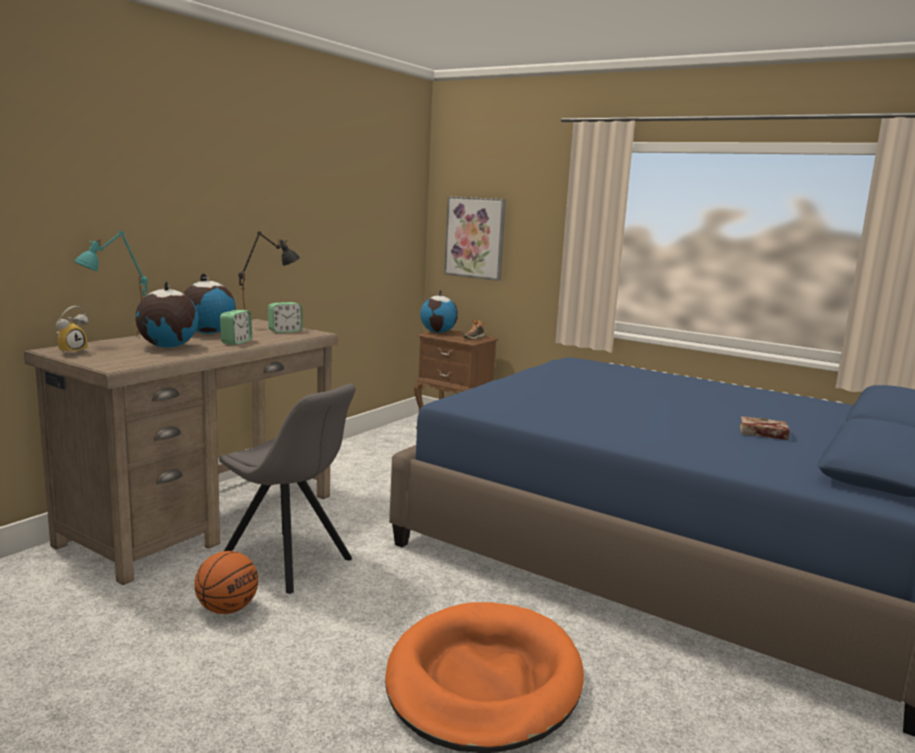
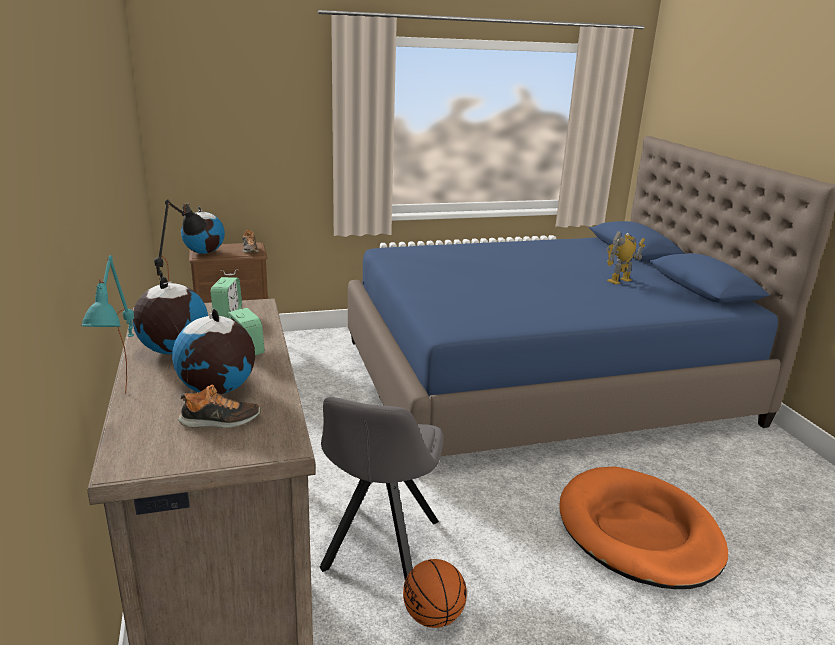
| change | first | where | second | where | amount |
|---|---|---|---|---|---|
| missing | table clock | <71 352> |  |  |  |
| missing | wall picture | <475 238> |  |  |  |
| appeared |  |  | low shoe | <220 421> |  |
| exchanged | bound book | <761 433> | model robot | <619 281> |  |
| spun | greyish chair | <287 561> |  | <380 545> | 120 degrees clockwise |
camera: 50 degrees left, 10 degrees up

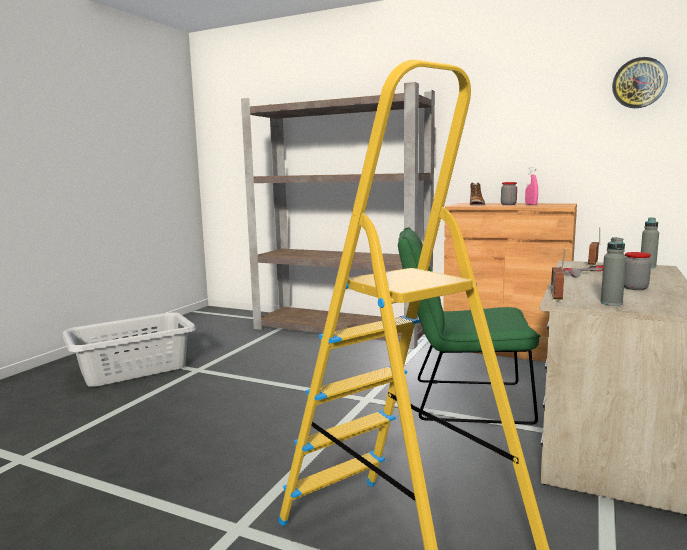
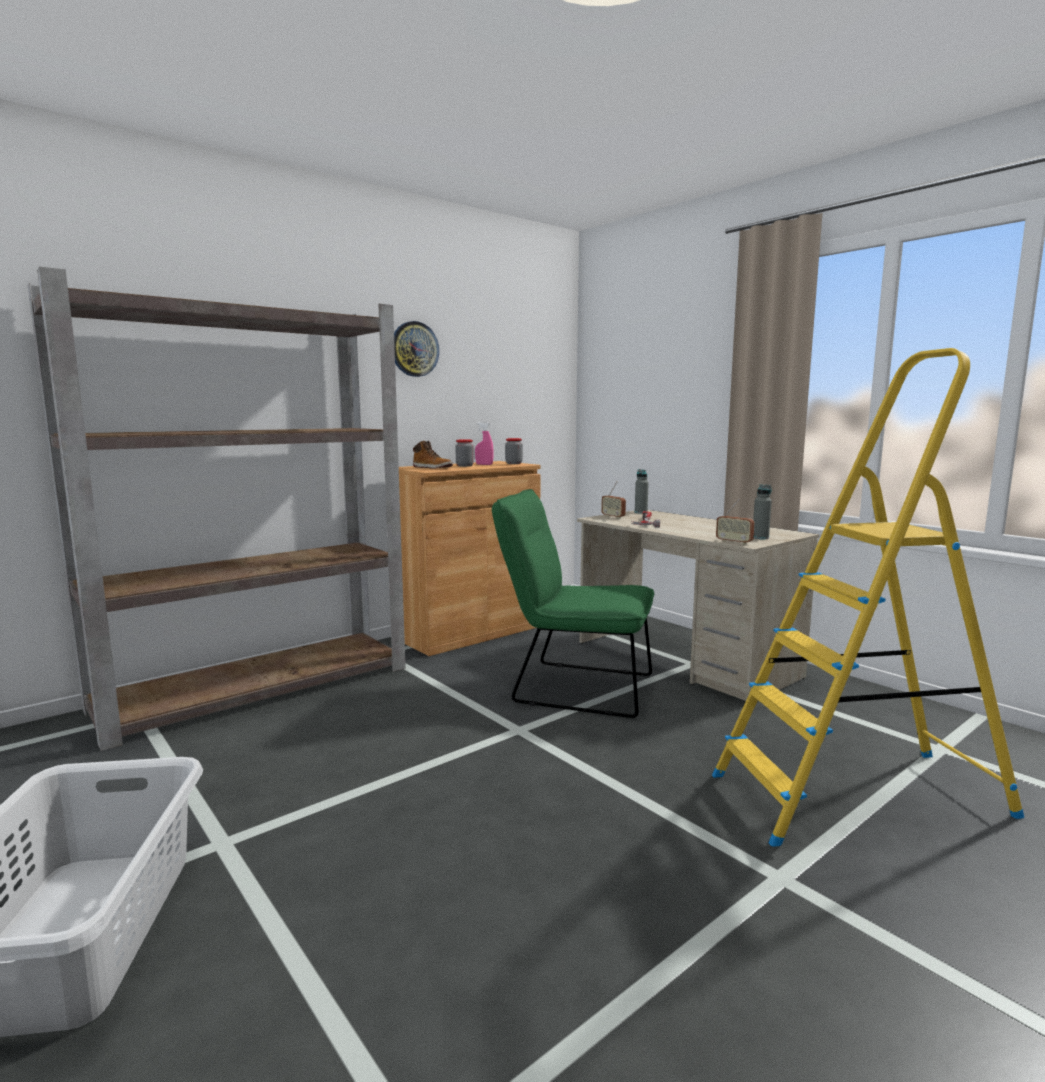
| change | first | where | second | where | amount |
|---|---|---|---|---|---|
| relocated | hanging clock | <639 83> |  | <414 349> |  |
| relocated | preserve jar | <634 288> |  | <514 463> |  |
| spun | green chair | <461 401> |  | <573 687> | 75 degrees clockwise |
camera: 65 degrees left, 0 degrees up

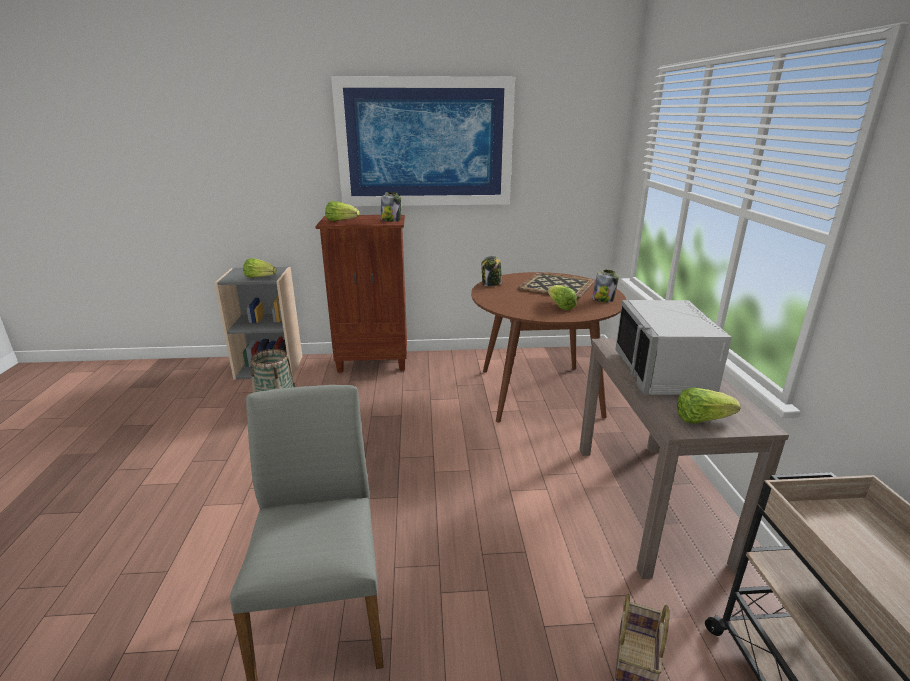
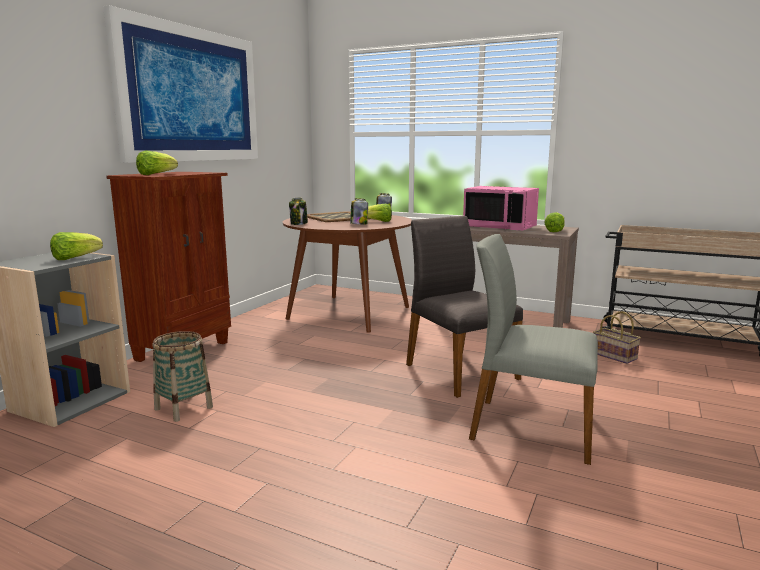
| change | first | where | second | where | amount |
|---|---|---|---|---|---|
| appeared |  |  | greyish chair | <459 371> |  |
| relocated | preserve jar | <391 220> |  | <358 224> |  |
| colour | greyish microwave | <664 373> | pink microwave | <500 227> |  |
camera: 60 degrees left, 10 degrees down

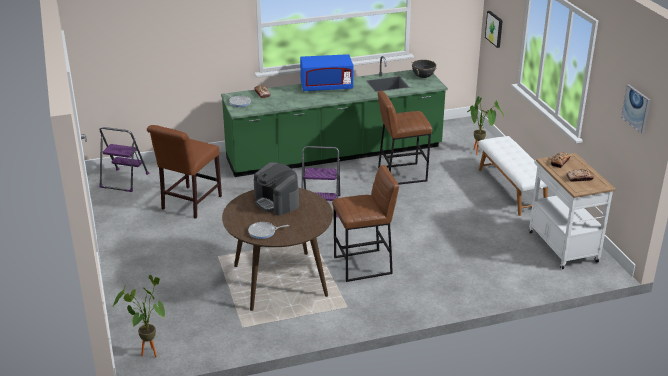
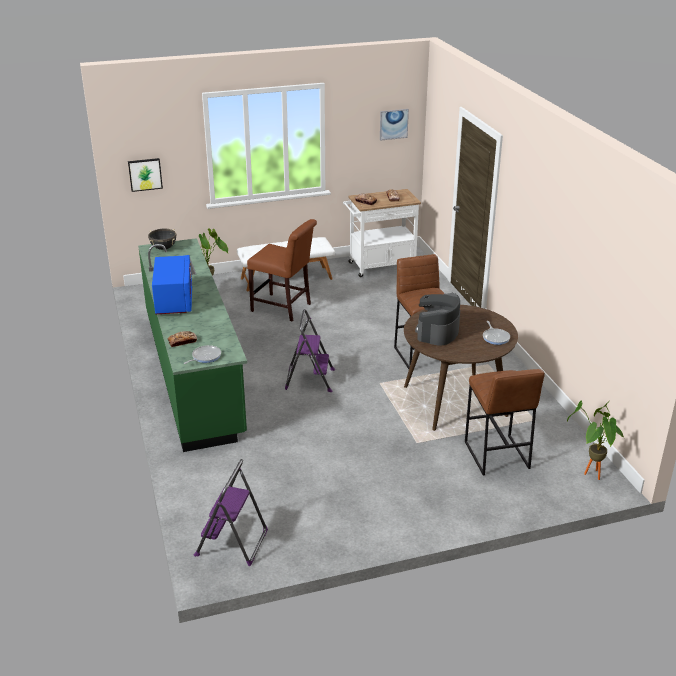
| change | first | where | second | where | amount |
|---|---|---|---|---|---|
| relocated | brownish chair | <189 204> |  | <284 308> |  |
| relocated | brownish stool | <401 174> |  | <497 455> |  |
| spun | coffee brewer | <277 202> |  | <437 332> | 150 degrees clockwise |
camera: 90 degrees left, 0 degrees up

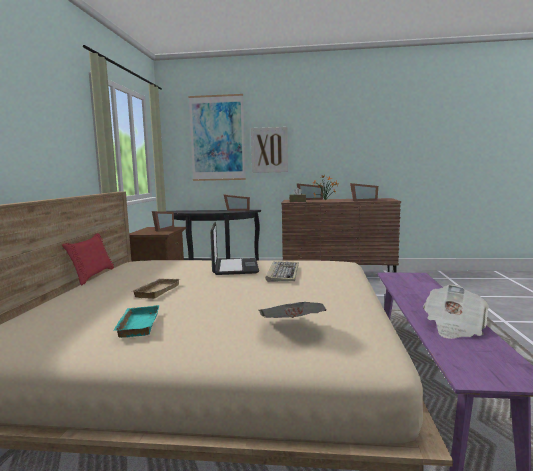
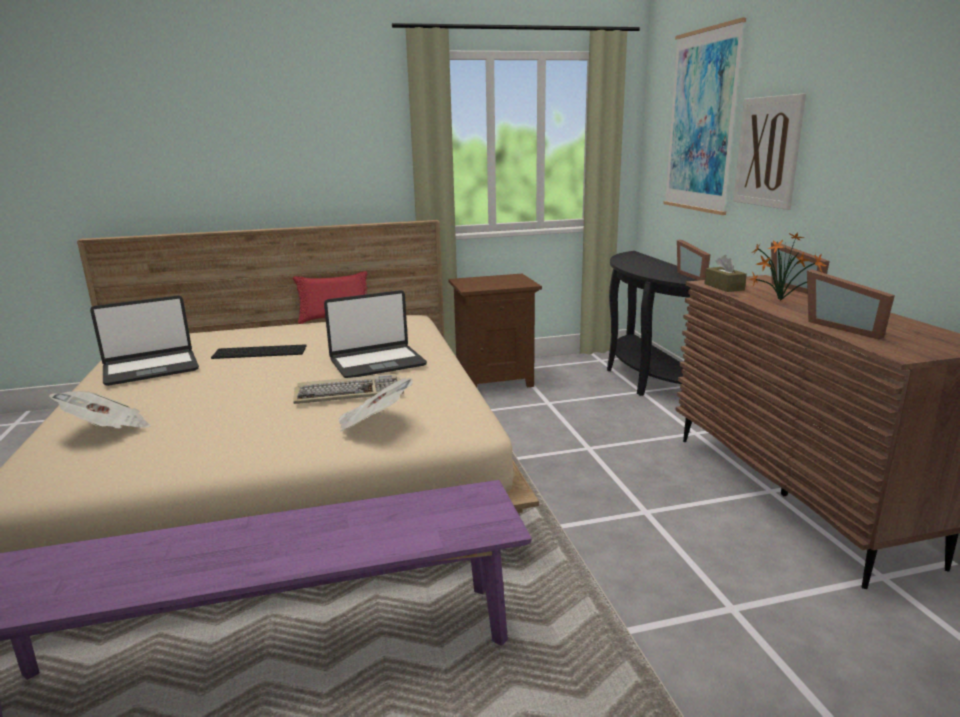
| change | first | where | second | where | amount |
|---|---|---|---|---|---|
| missing | standing frame | <161 229> |  |  |  |
| relocated | printed paper | <454 327> |  | <374 423> |  |
| exchanged | turquoise tray | <137 325> | portable computer | <151 369> |  |
| exchanged | beige-coloured tray | <156 291> | keyboard | <261 351> |  |
camera: 70 degrees right, 10 degrees up

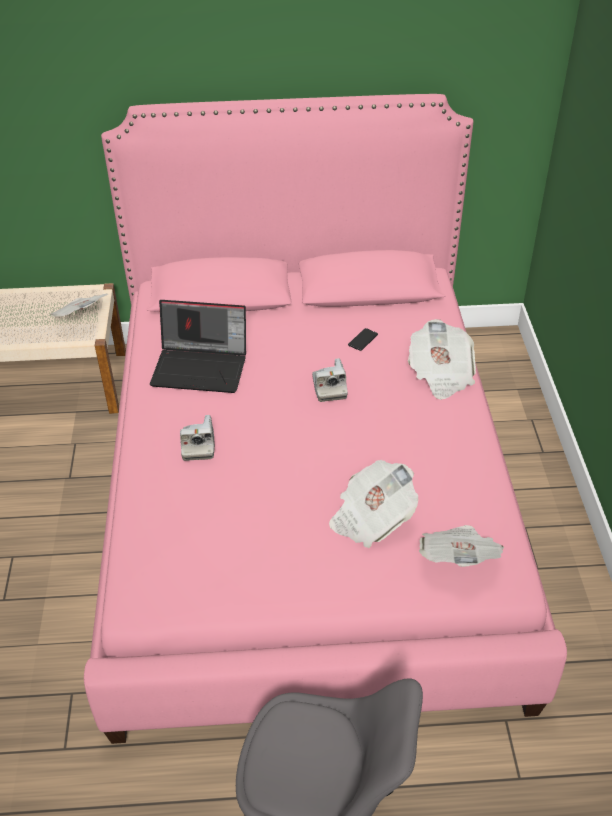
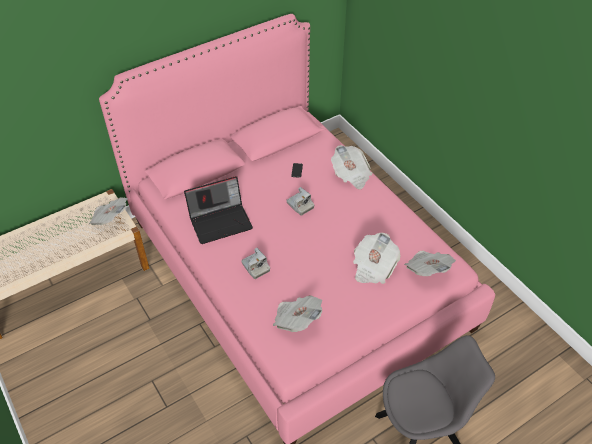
| change | first | where | second | where | amount |
|---|---|---|---|---|---|
| appeared |  |  | printed paper | <296 320> |  |
camera: 30 degrees left, 5 degrees up

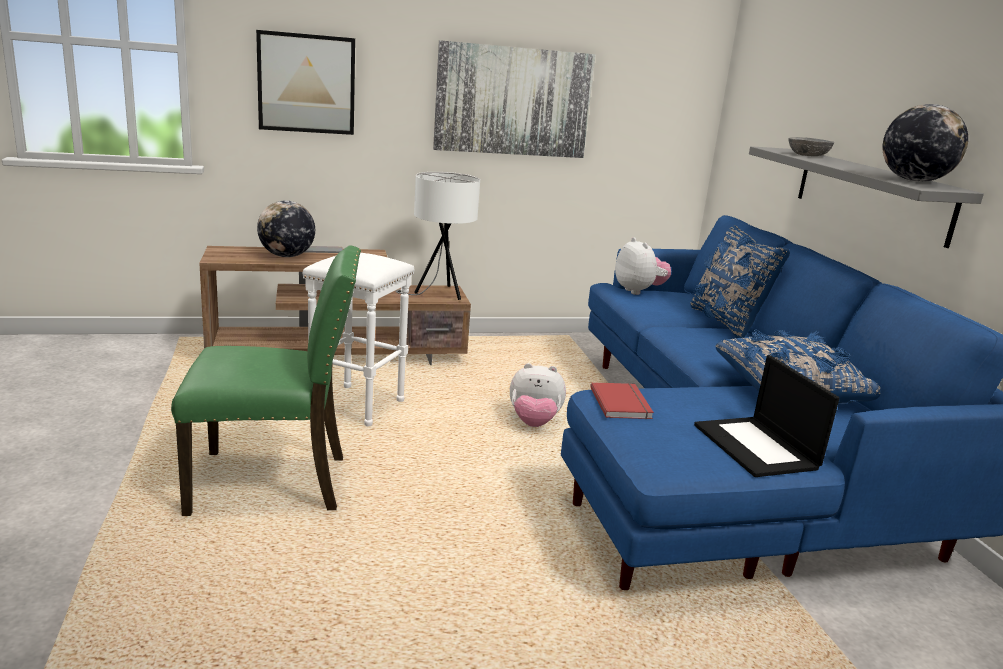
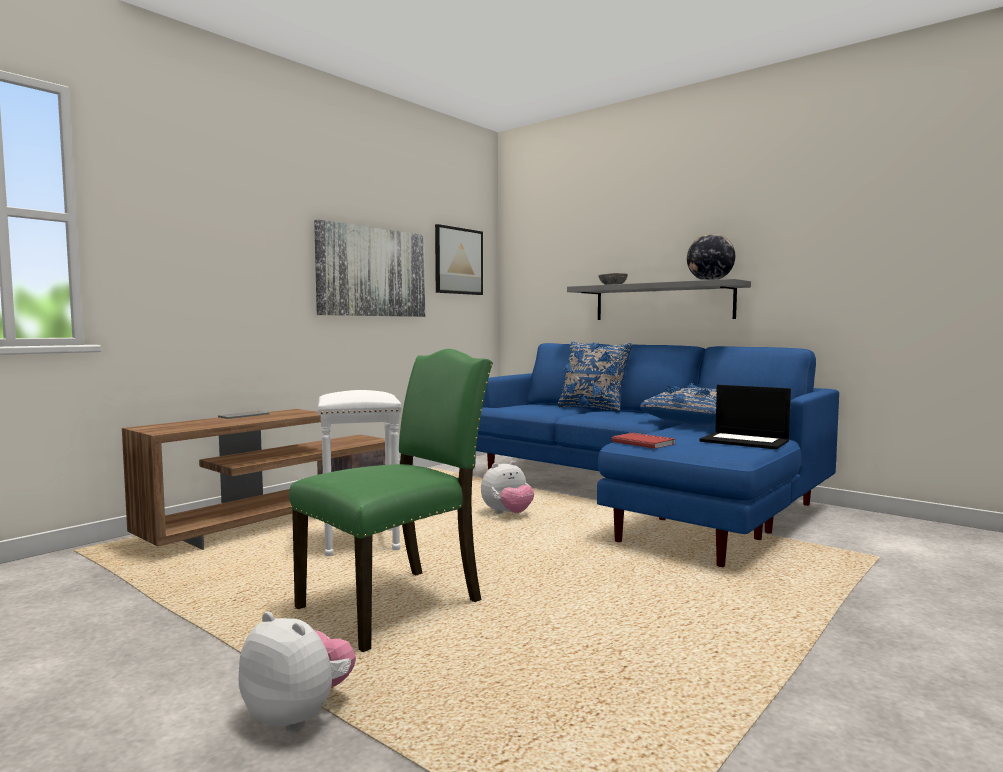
| change | first | where | second | where | amount |
|---|---|---|---|---|---|
| missing | world globe | <286 256> |  |  |  |
| missing | white-coloured tabletop lamp | <438 294> |  |  |  |
| relocated | wall picture | <306 83> |  | <458 261> |  |
| relocated | plush toy | <638 291> |  | <299 715> |  |
camera: 35 degrees left, 15 degrees down

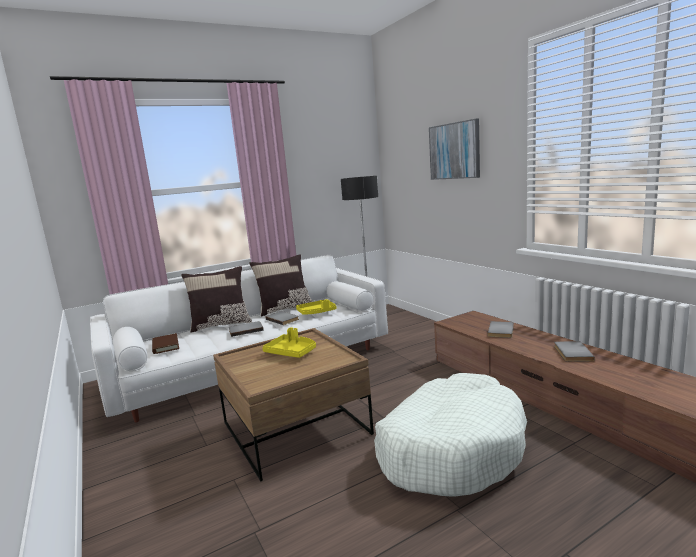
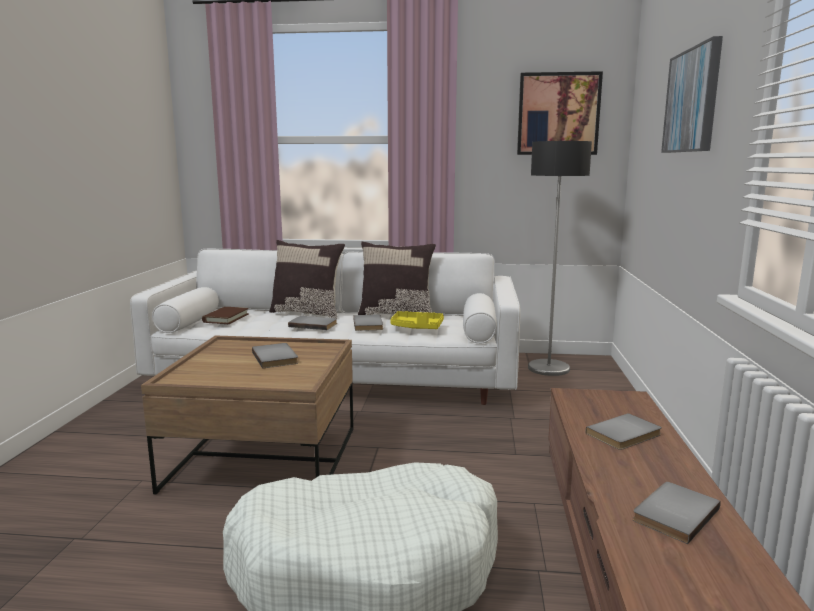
| change | first | where | second | where | amount |
|---|---|---|---|---|---|
| appeared |  |  | wall picture | <558 114> |  |
| exchanged | yellowish tray | <291 352> | greyish bound book | <277 357> |  |
camera: 35 degrees right, 0 degrees up

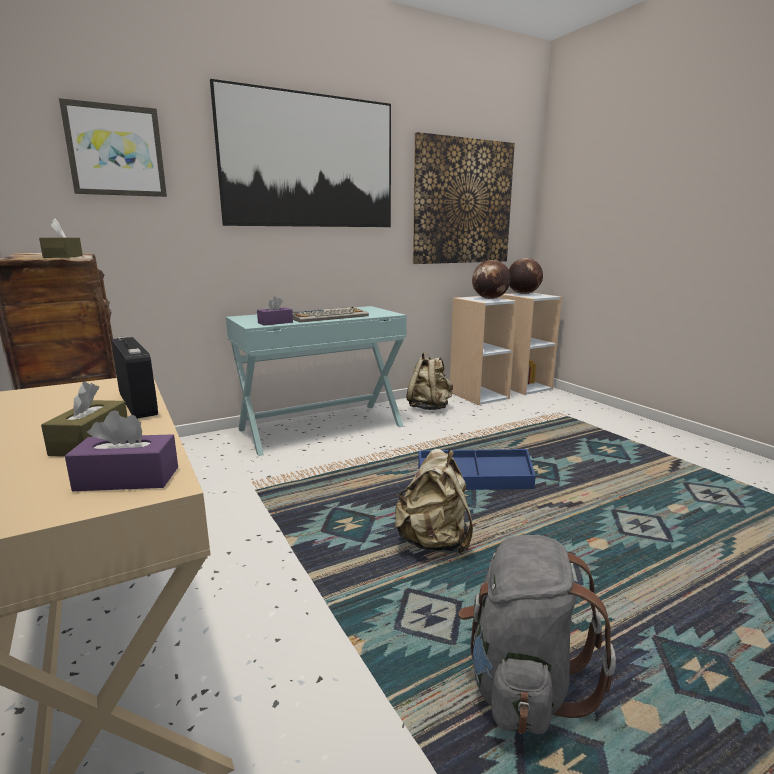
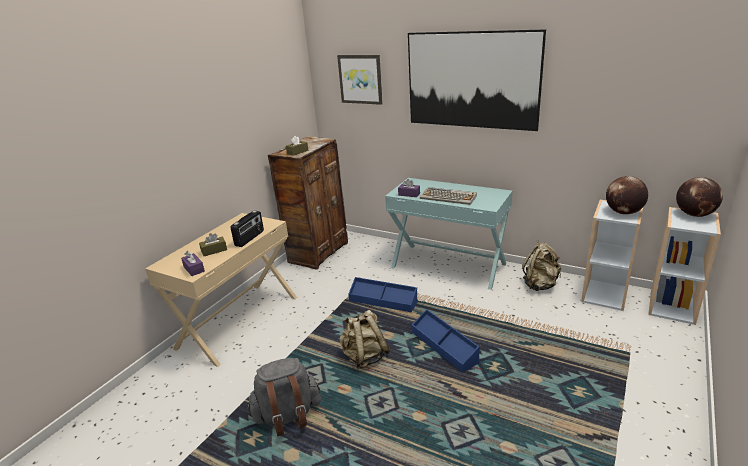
| change | first | where | second | where | amount |
|---|---|---|---|---|---|
| missing | wall picture | <463 202> |  |  |  |
| appeared |  |  | bluish storage container | <383 301> |  |
camera: 60 degrees right, 10 degrees up

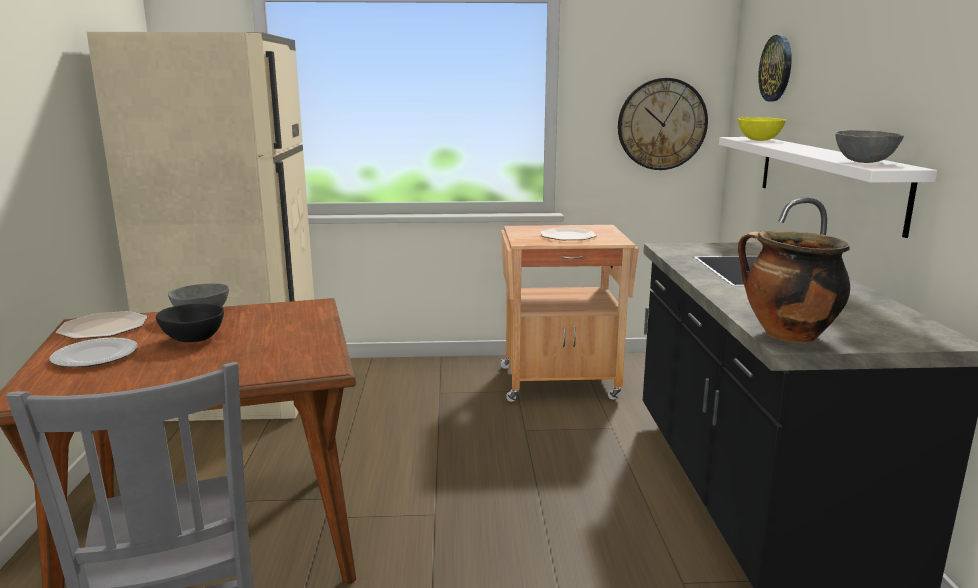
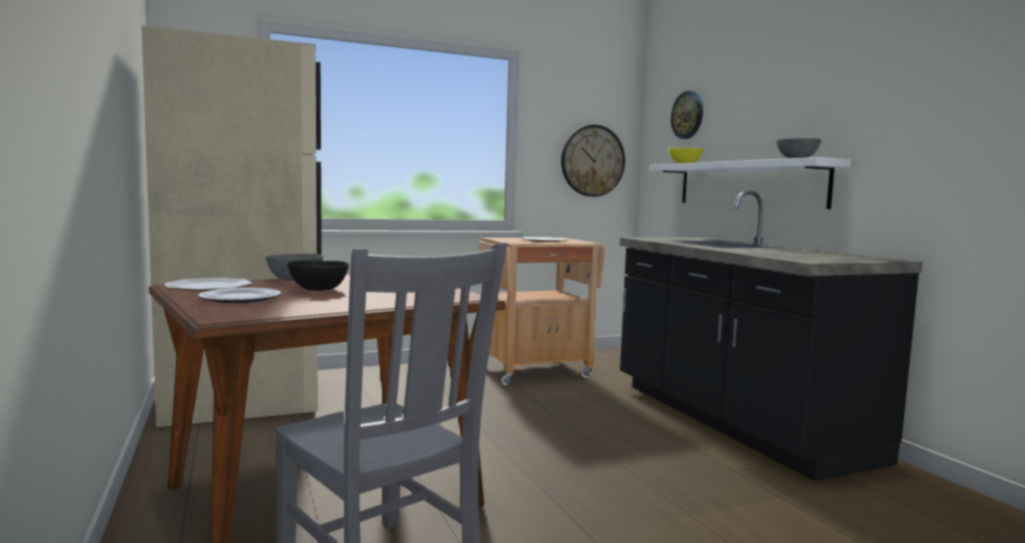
| change | first | where | second | where | amount |
|---|---|---|---|---|---|
| missing | saucepot | <786 335> |  |  |  |
camera: 20 degrees left, 10 degrees down

